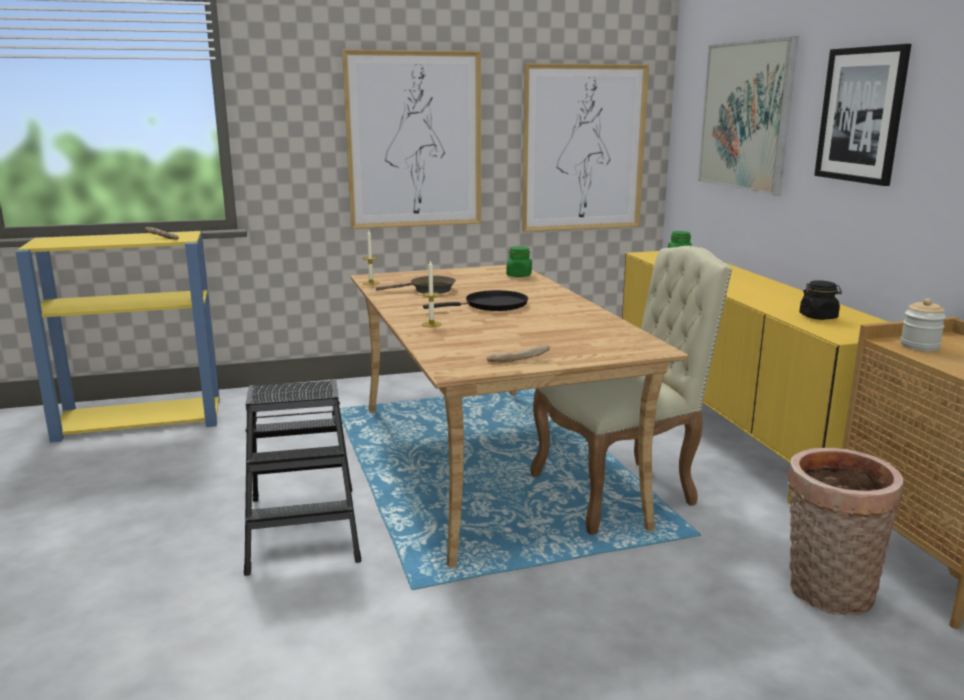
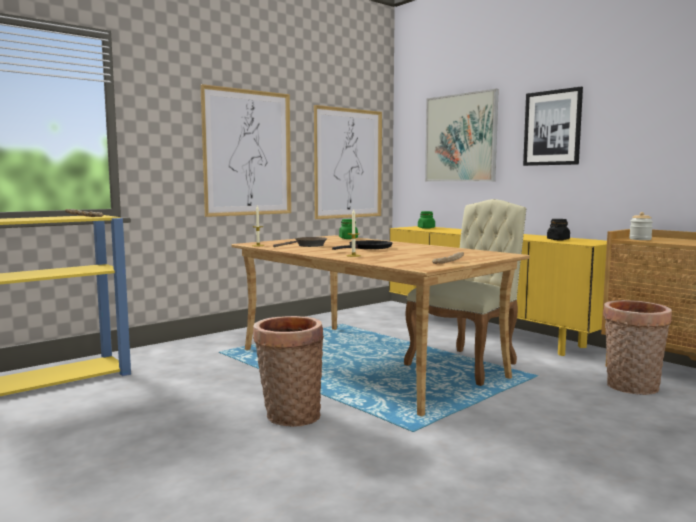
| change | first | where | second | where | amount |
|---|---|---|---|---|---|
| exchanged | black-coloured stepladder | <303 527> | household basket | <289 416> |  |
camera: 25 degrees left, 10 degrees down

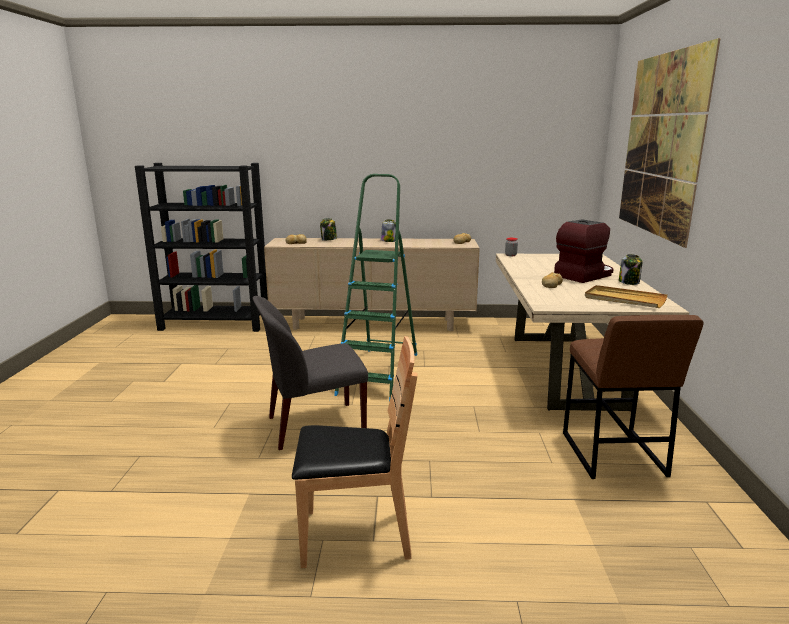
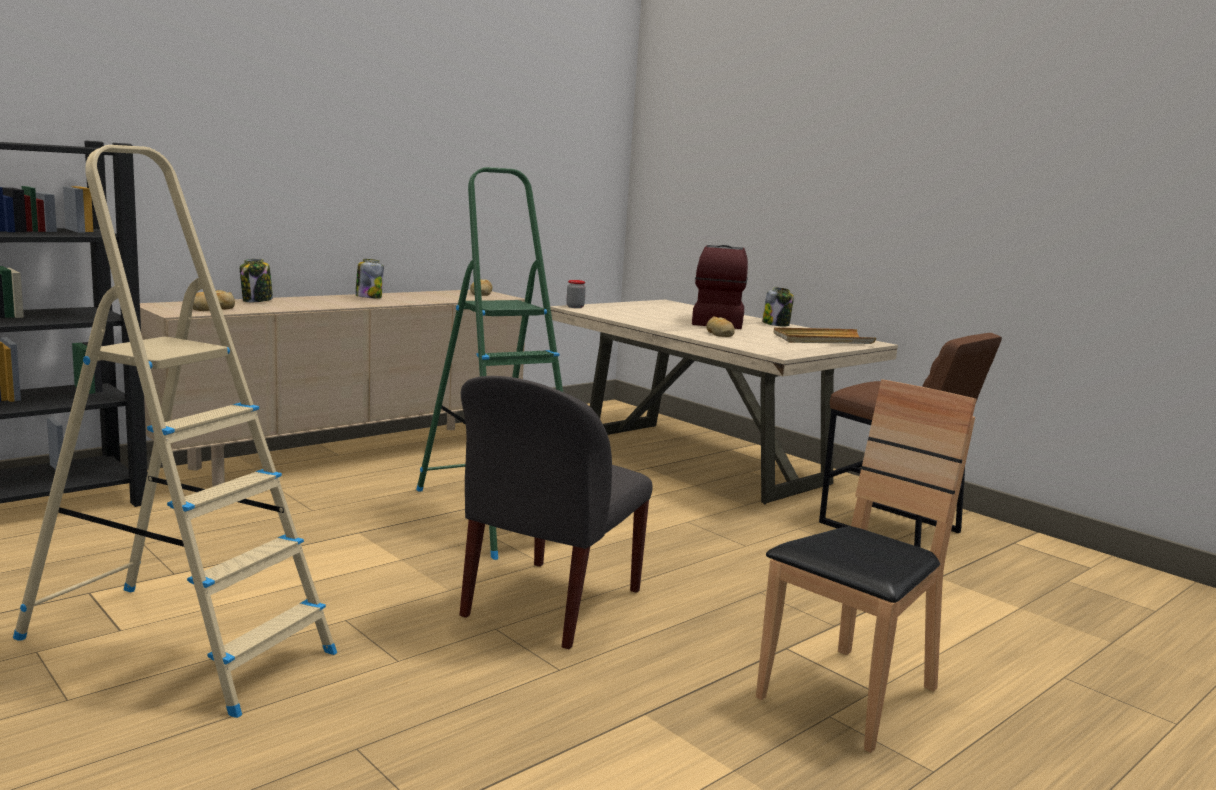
| change | first | where | second | where | amount |
|---|---|---|---|---|---|
| missing | wall picture | <660 145> |  |  |  |
| appeared |  |  | beige-coloured stepladder | <178 645> |  |
camera: 45 degrees left, 5 degrees down

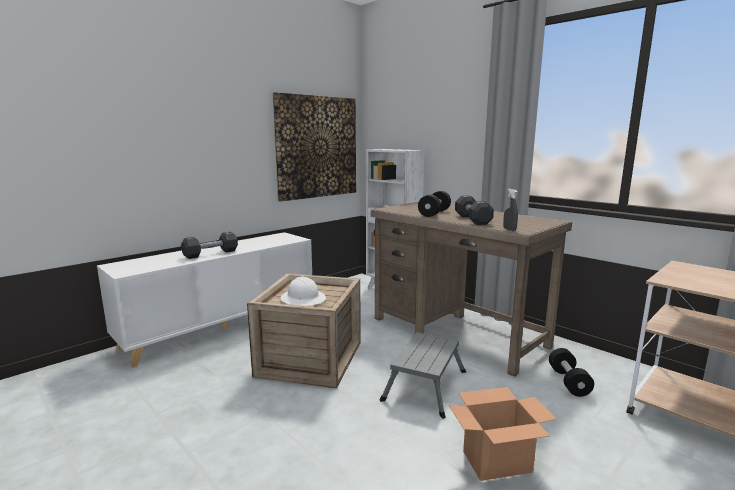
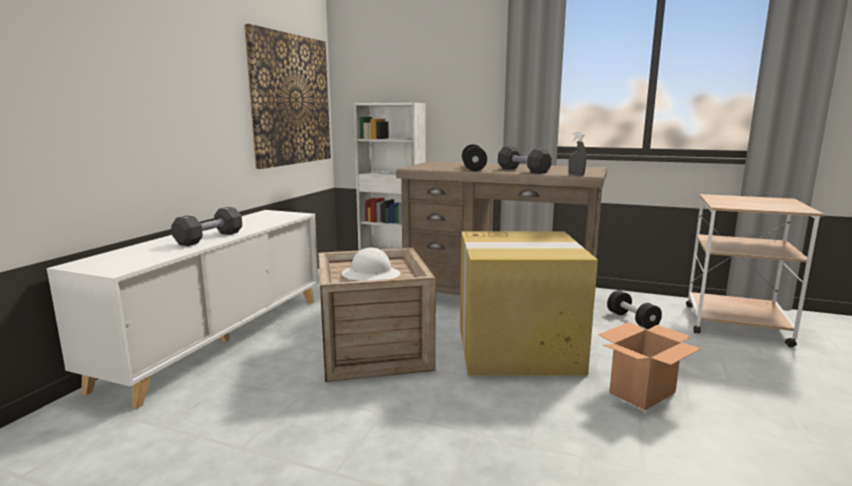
| change | first | where | second | where | amount |
|---|---|---|---|---|---|
| exchanged | greyish stepladder | <425 385> | packing box | <519 349> |  |
camera: 25 degrees left, 0 degrees up

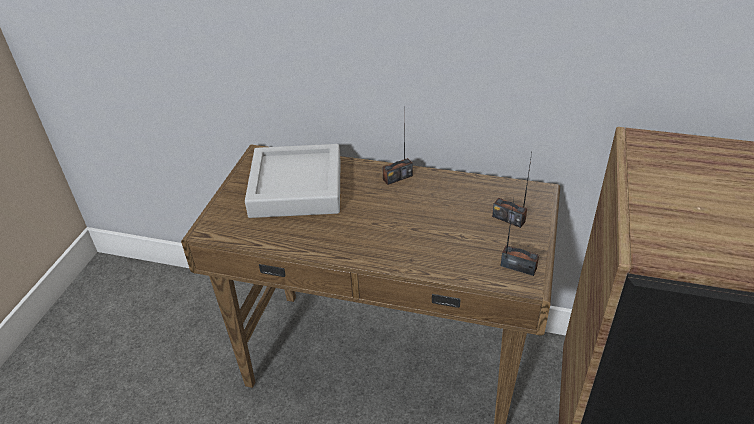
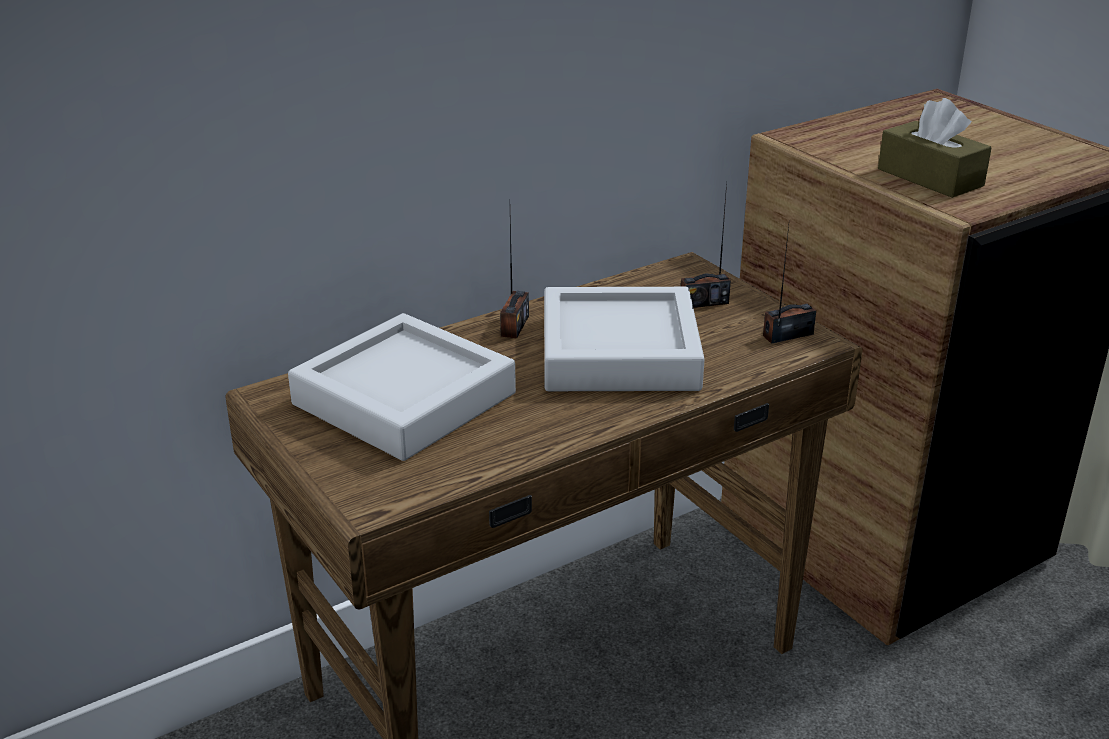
| change | first | where | second | where | amount |
|---|---|---|---|---|---|
| appeared |  |  | greyish tray | <619 353> |  |
| appeared |  |  | brownish tissue holder | <930 177> |  |
camera: 50 degrees left, 10 degrees down

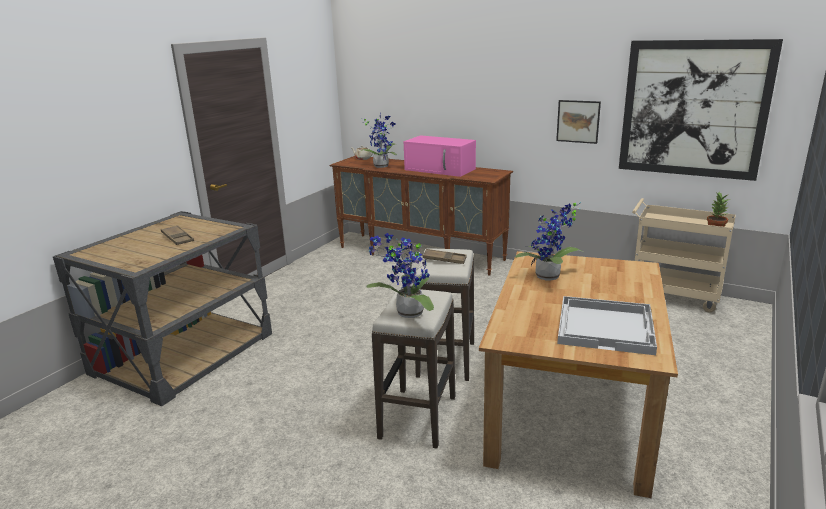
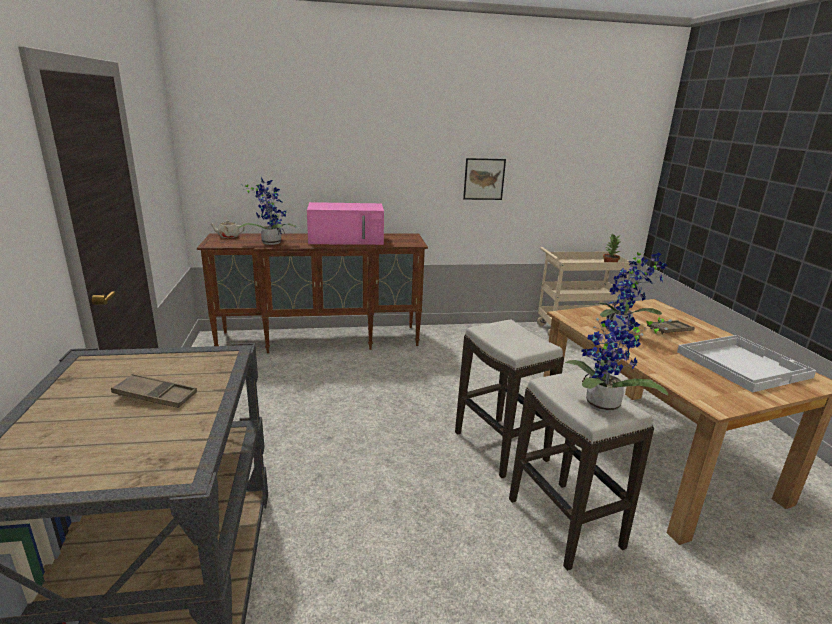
| change | first | where | second | where | amount |
|---|---|---|---|---|---|
| missing | wall picture | <693 109> |  |  |  |
| relocated | brownish tray | <444 260> |  | <669 330> |  |
camera: 40 degrees left, 0 degrees up

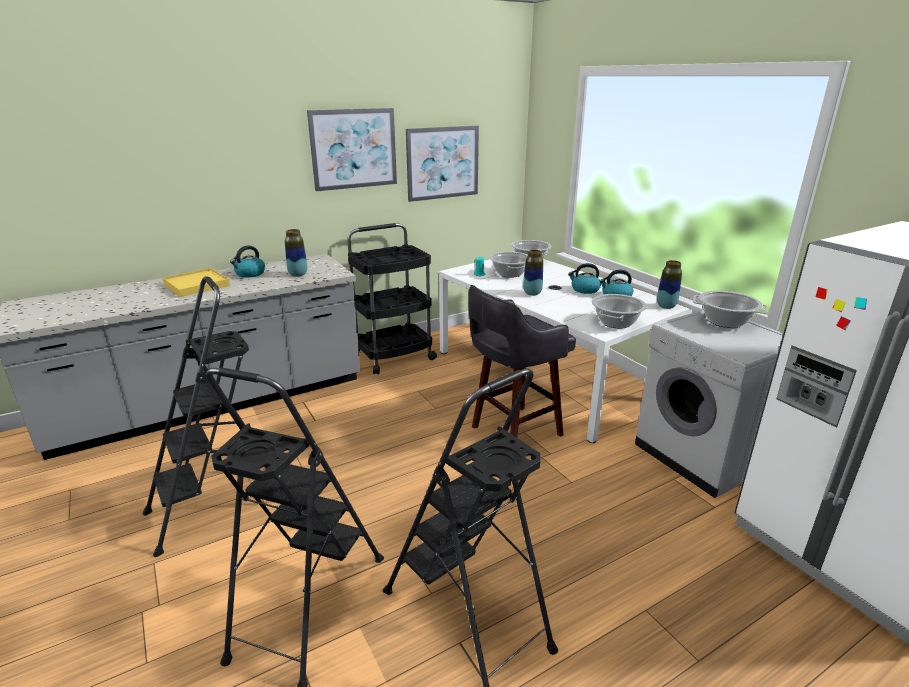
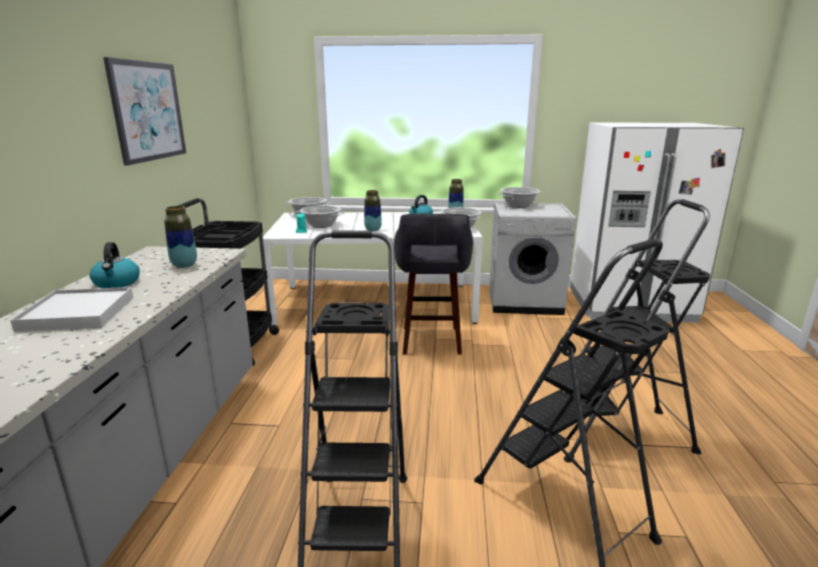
| change | first | where | second | where | amount |
|---|---|---|---|---|---|
| missing | wall picture | <442 163> |  |  |  |
| missing | kettle | <584 290> |  |  |  |
| colour | yellowish tray | <197 285> | white-coloured tray | <78 313> |  |
camera: 55 degrees left, 5 degrees down

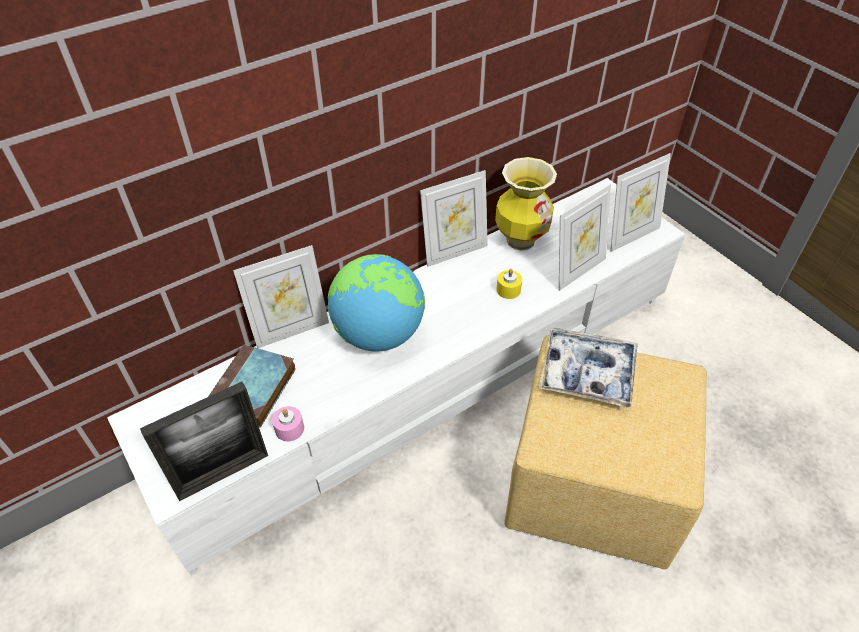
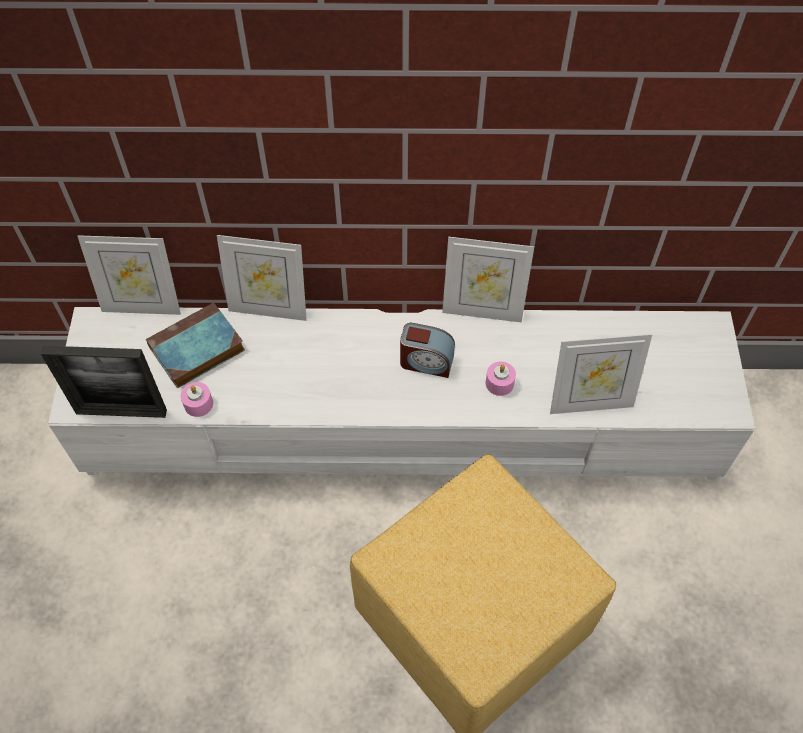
| change | first | where | second | where | amount |
|---|---|---|---|---|---|
| missing | world globe | <378 334> |  |  |  |
| missing | flower vase | <520 240> |  |  |  |
| missing | tray | <587 373> |  |  |  |
| appeared |  |  | table clock | <426 362> |  |
| relocated | standing frame | <630 235> |  | <142 306> |  |
| colour | yellowish wax candle | <508 290> | pink wax candle | <499 383> |  |
camera: 35 degrees right, 10 degrees up

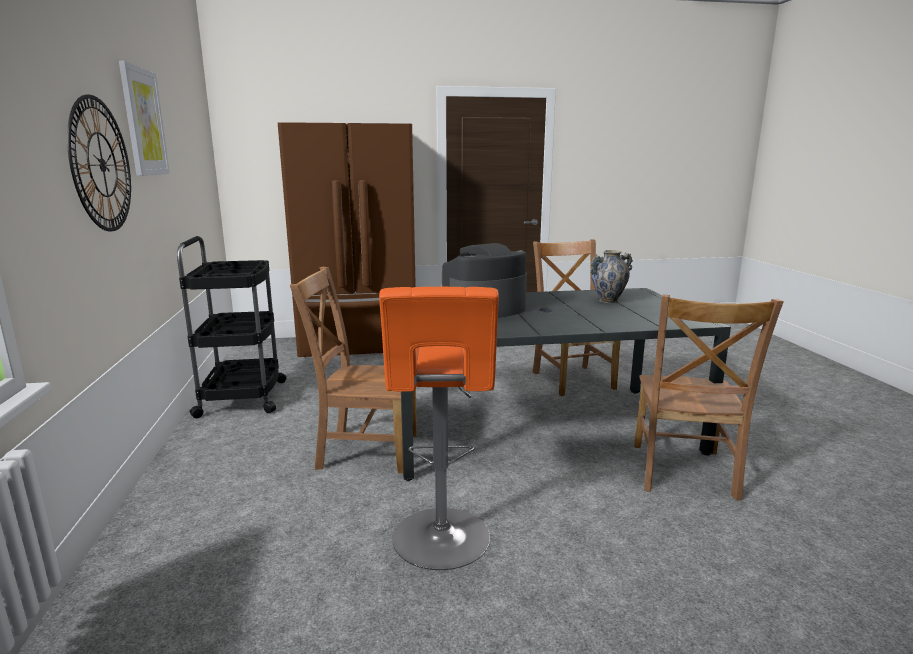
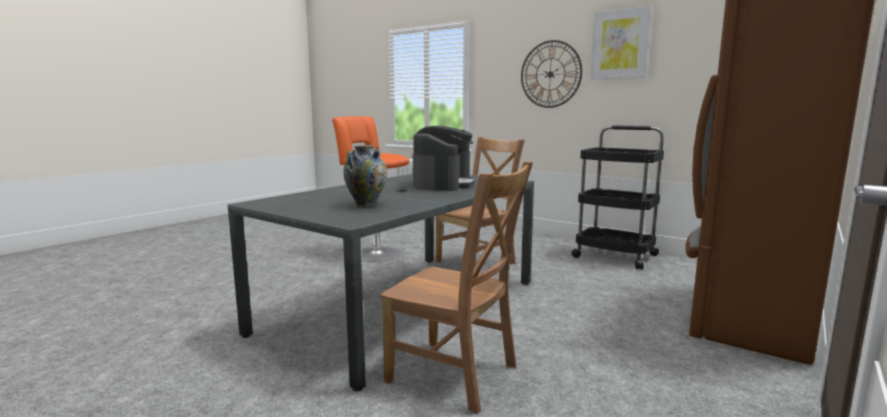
| change | first | where | second | where | amount |
|---|---|---|---|---|---|
| missing | brownish chair | <682 473> |  |  |  |
camera: 135 degrees right, 5 degrees down

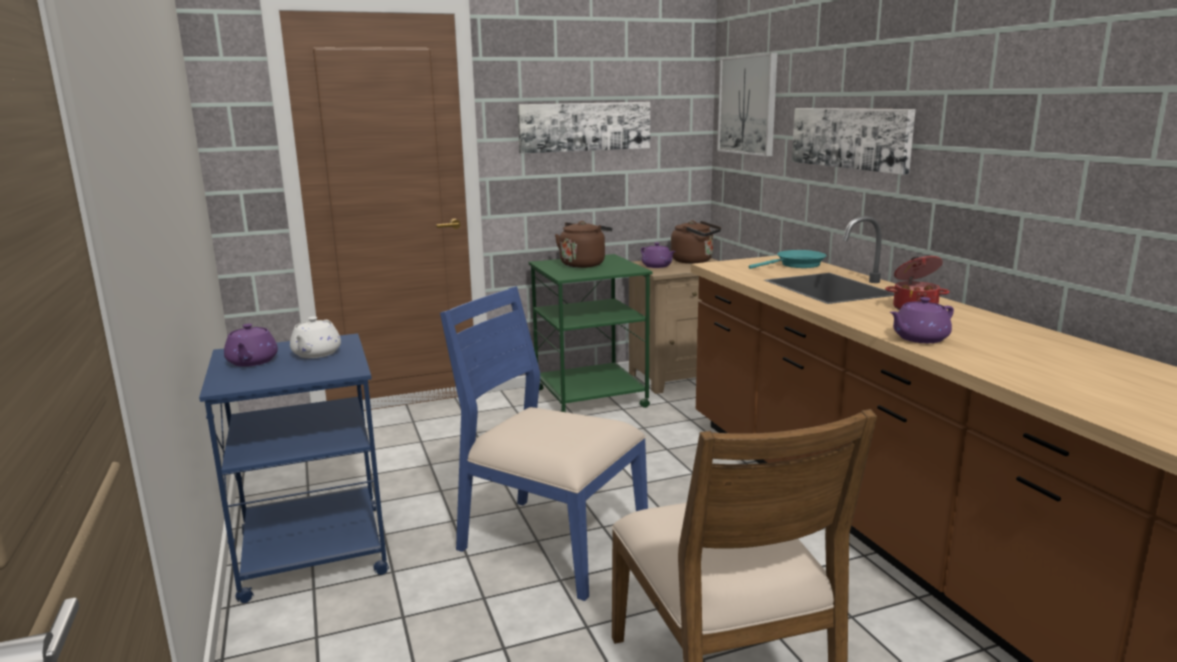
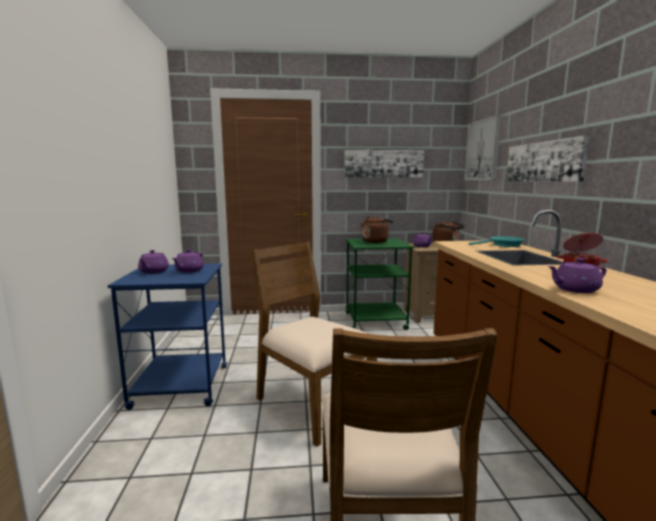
| change | first | where | second | where | amount |
|---|---|---|---|---|---|
| colour | white-coloured pot for tea | <316 354> | purple-coloured pot for tea | <189 271> |  |
| colour | bluish chair | <550 542> | brownish chair | <313 403> |  |
camera: 15 degrees right, 5 degrees down

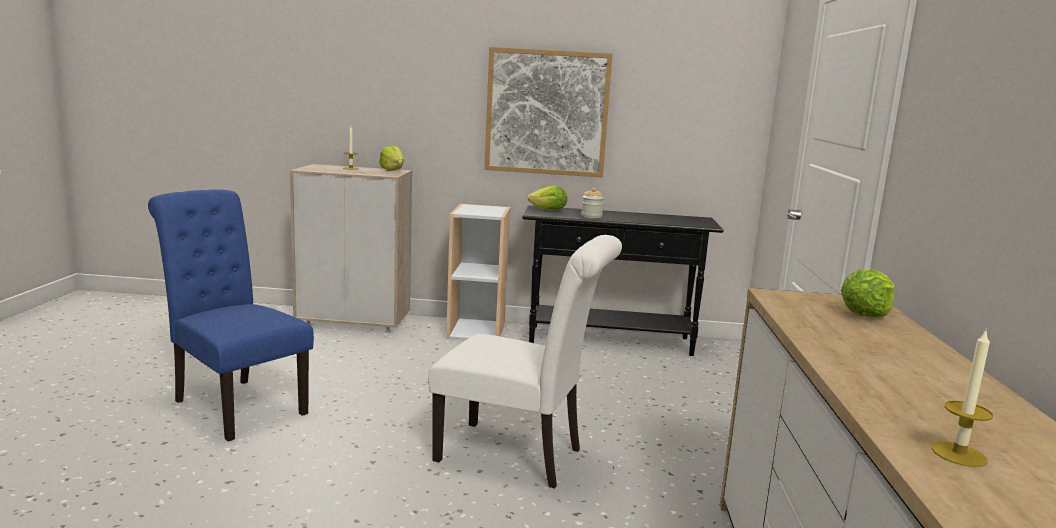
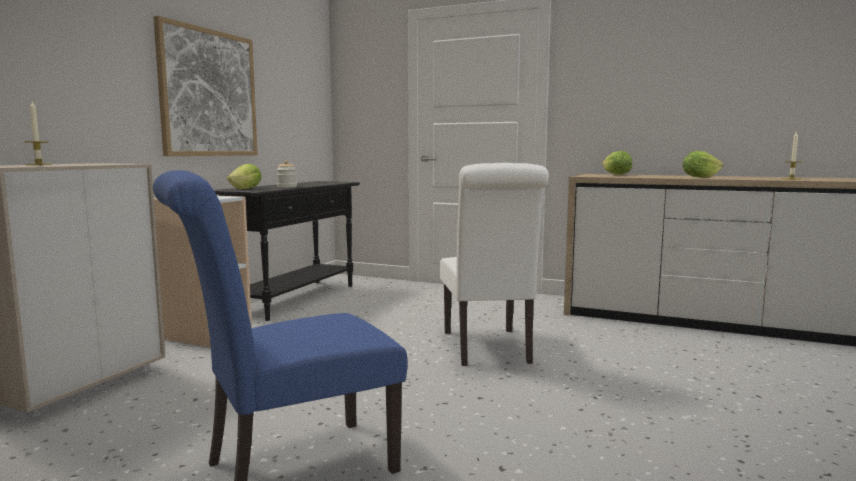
| change | first | where | second | where | amount |
|---|---|---|---|---|---|
| relocated | lettuce | <392 170> |  | <700 177> |  |
| spun | white-coloured chair | <518 456> |  | <488 349> | 135 degrees clockwise |
camera: 70 degrees left, 5 degrees down

